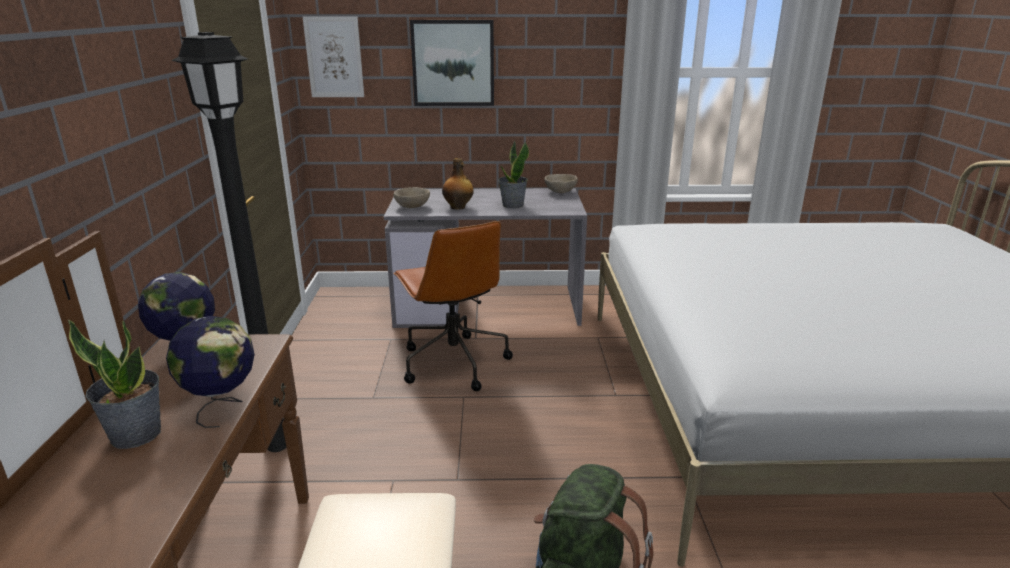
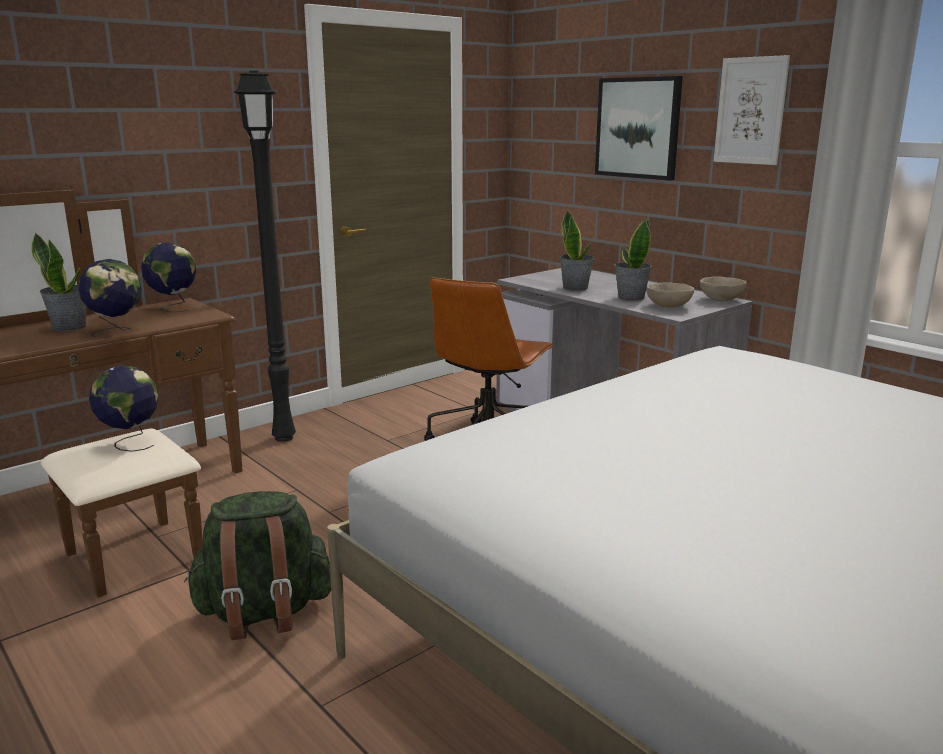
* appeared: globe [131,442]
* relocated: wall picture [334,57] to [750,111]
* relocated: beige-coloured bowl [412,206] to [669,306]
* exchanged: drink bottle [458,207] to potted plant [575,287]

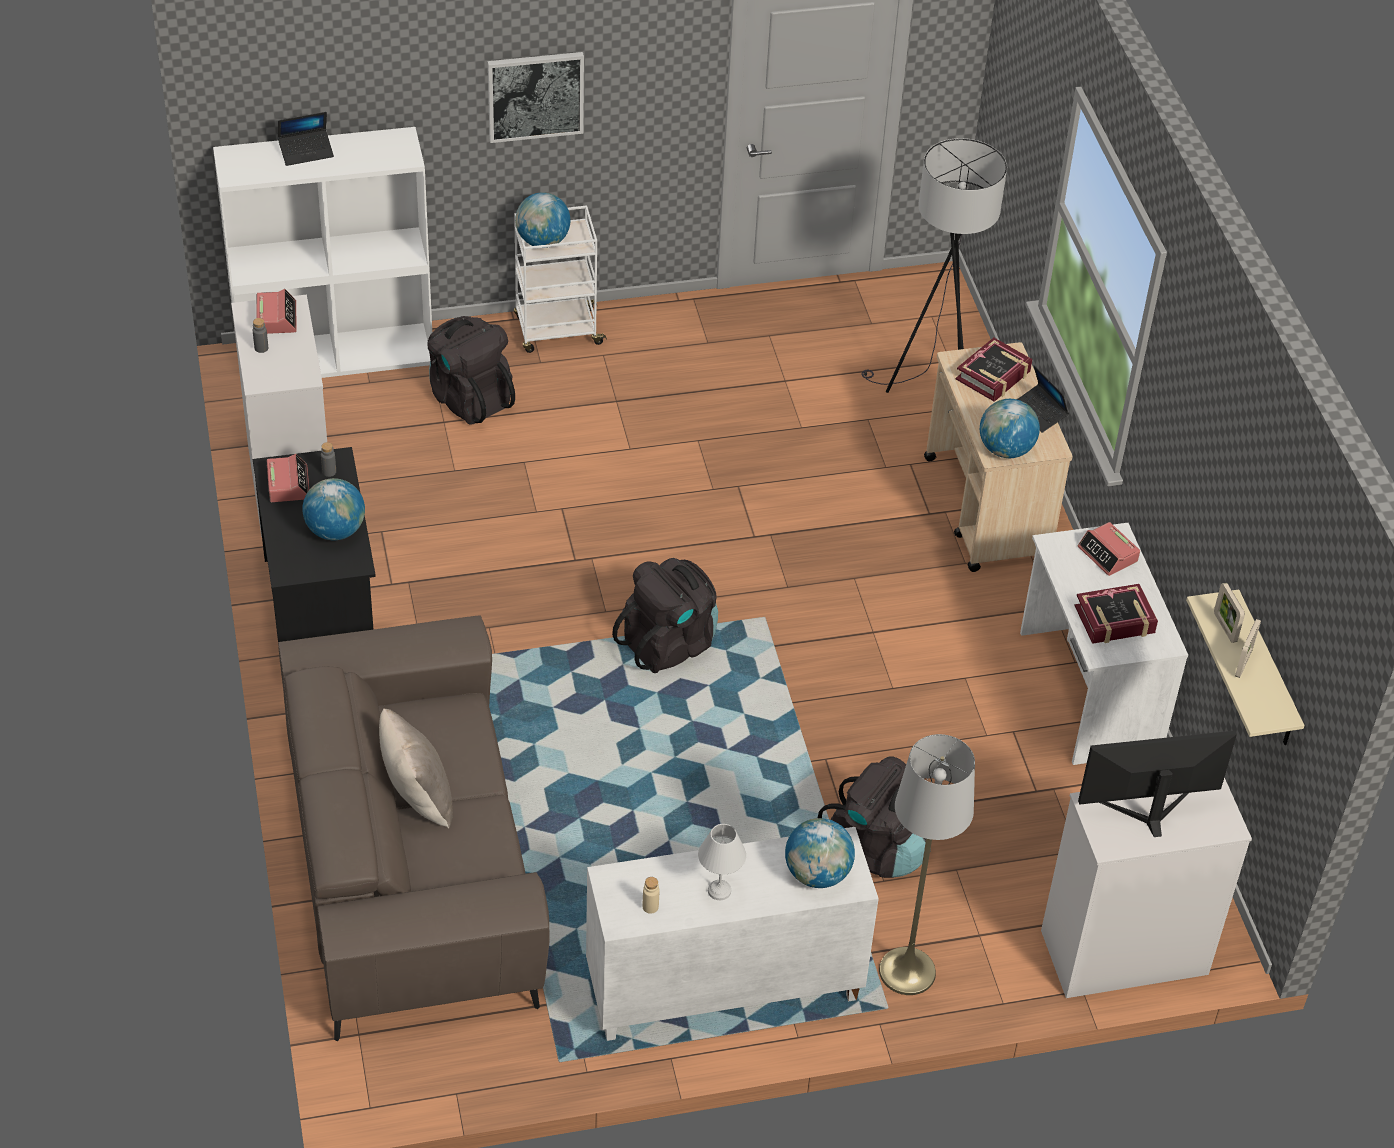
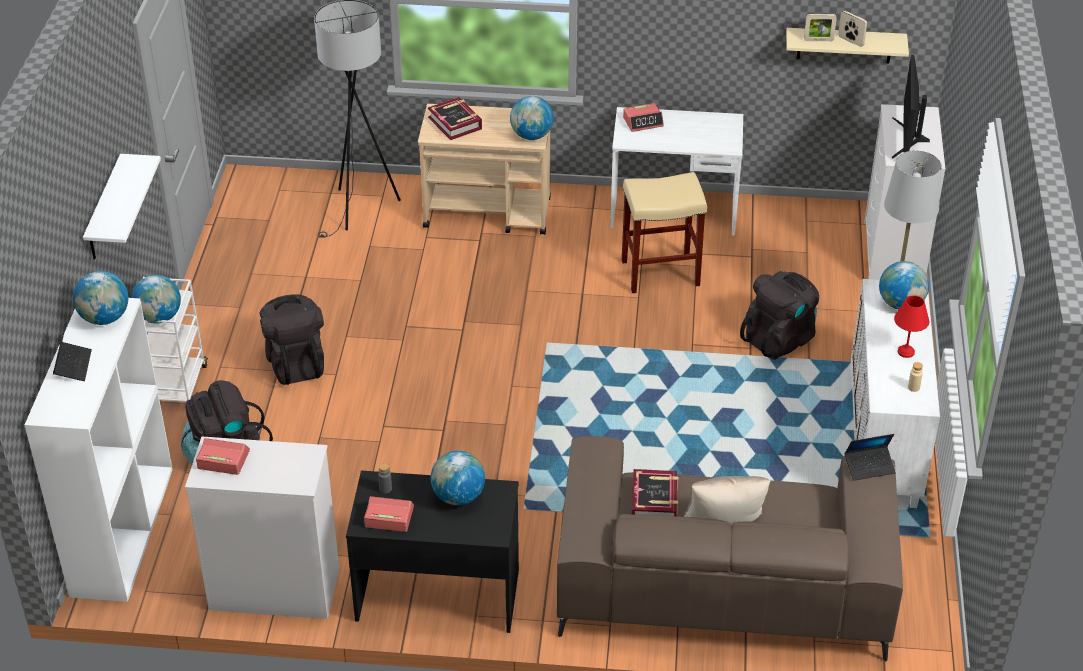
* missing: grey drink bottle [261,348]
* appeared: globe [105,318]
* appeared: beige-coloured stool [659,273]
* relocated: blackish backpack [669,643] to [296,363]
* relocated: portable computer [1040,412] to [869,467]
* relocated: bound book [1114,620] to [655,500]
* exchanged: wall picture [535,95] to white wall shelf [105,210]
* colour: white tabletop lamp [718,891] to red-coloured tabletop lamp [906,352]

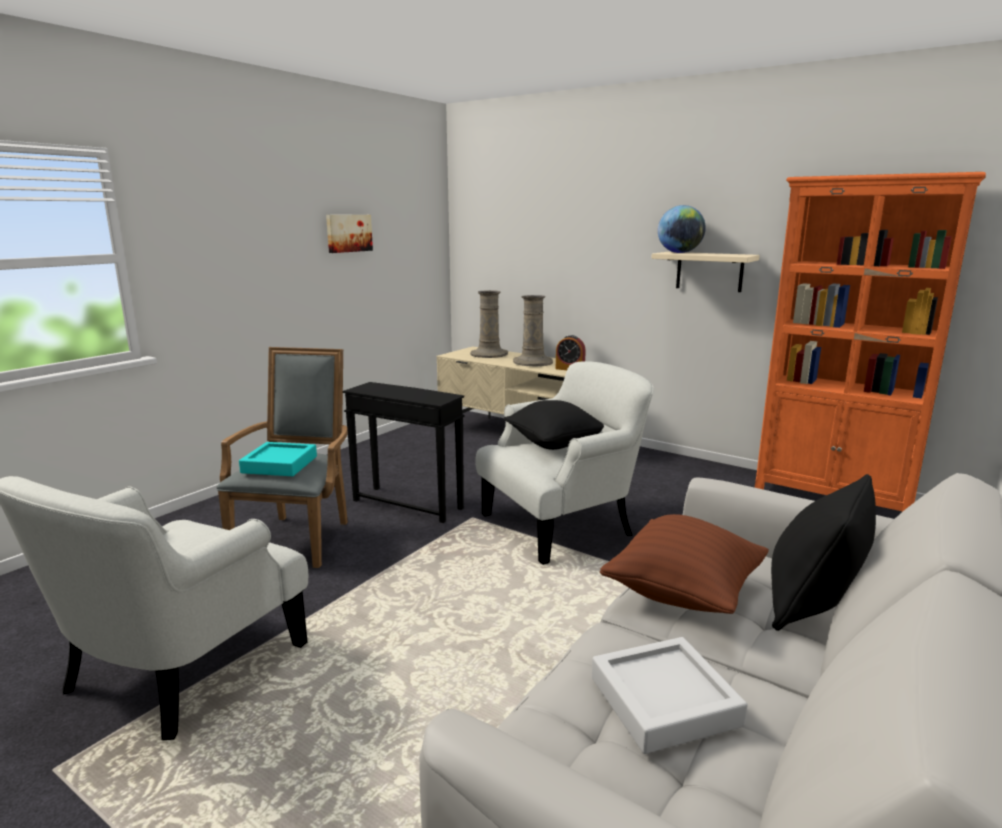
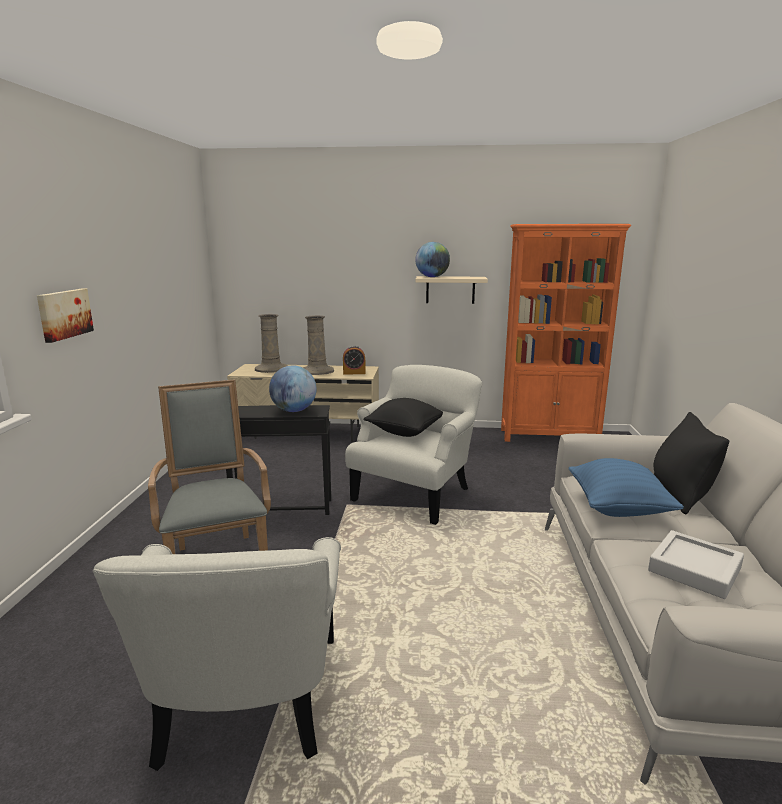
* missing: blue-green tray [279,464]
* appeared: globe [294,411]
* relocated: wall picture [348,233] to [64,314]
* colour: brownish pillow [683,593] to blue-coloured pillow [618,508]

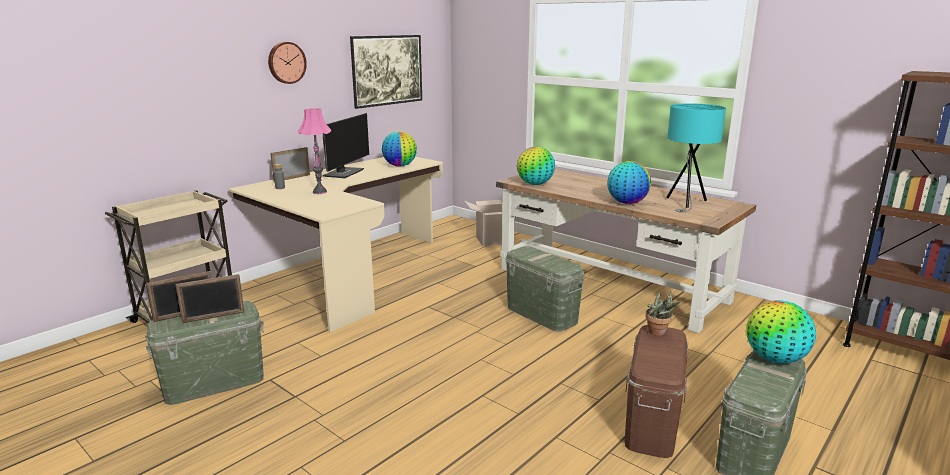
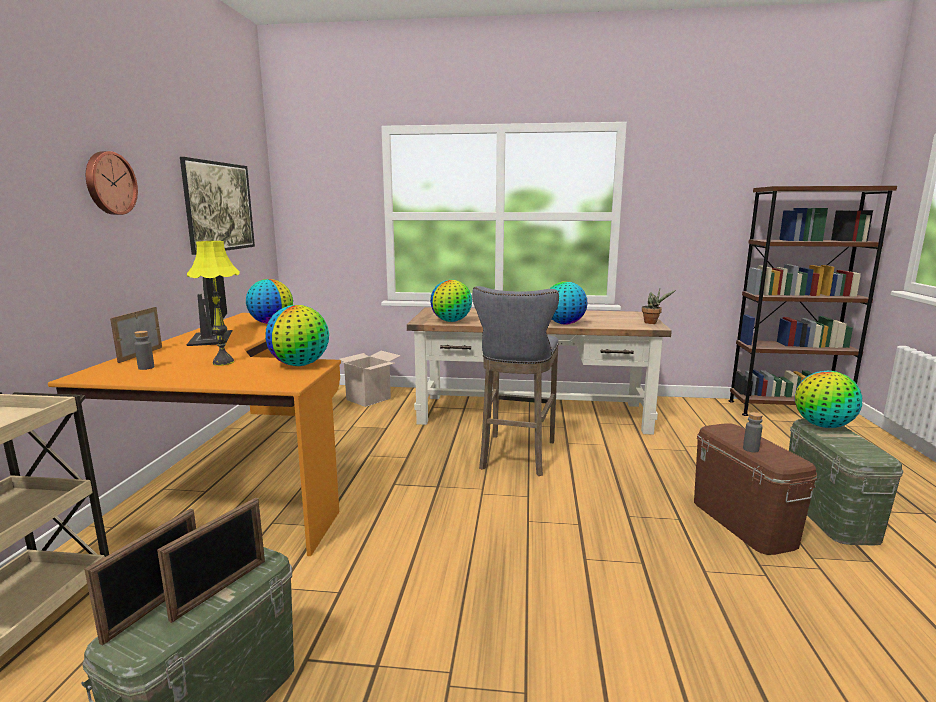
* missing: blue-green tabletop lamp [685,203]
* appeared: globe [300,365]
* appeared: grey drink bottle [750,449]
* relocated: potted plant [659,333] to [652,323]
* exchanged: green storage box [541,314] to grey stool [516,456]
* colour: beige-coloured desk unit [349,273] to orangey desk unit [239,475]
* colour: pinkish tabletop lamp [320,192] to yellow-coloured tabletop lamp [223,362]

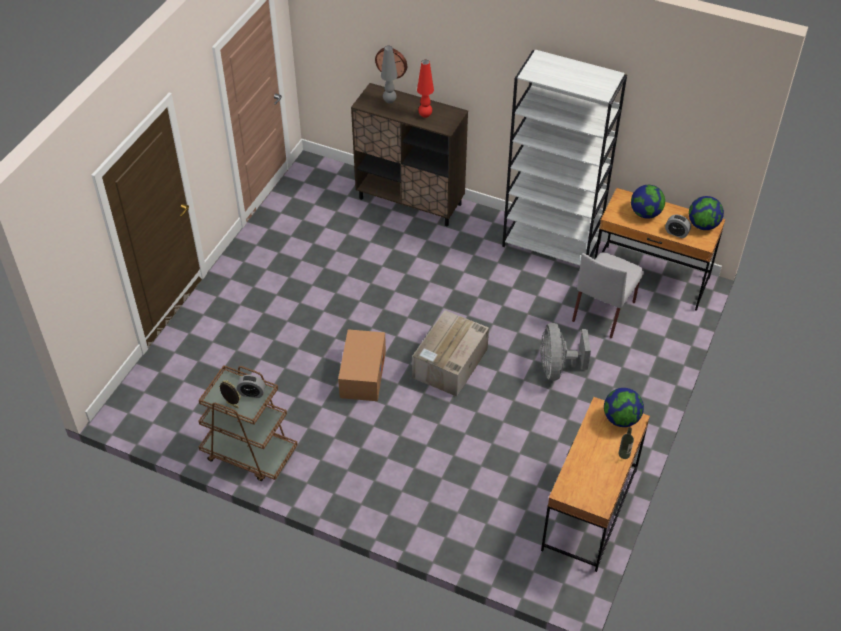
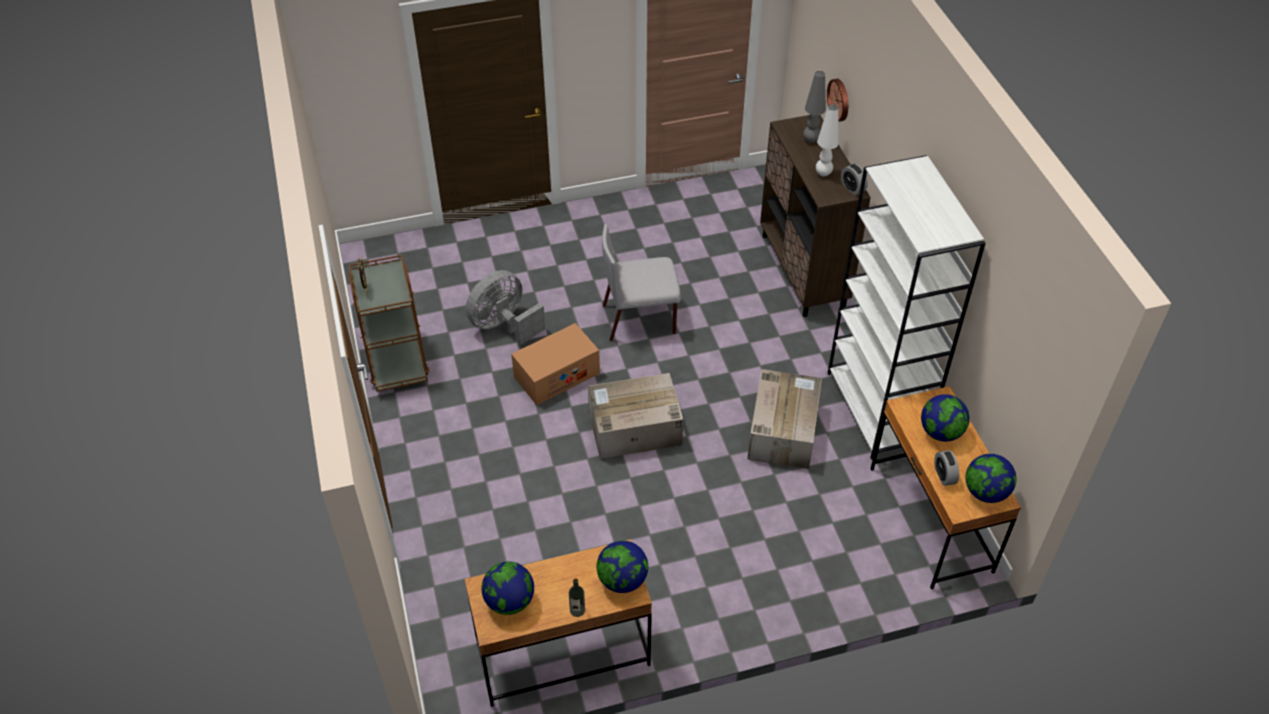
* appeared: globe [510,601]
* appeared: cardboard box [782,430]
* relocated: alarm clock [252,393] to [852,188]
* relocated: grey fan [557,368] to [504,325]
* relocated: grey plain chair [604,310] to [640,319]
* colour: red-coloured tabletop lamp [425,115] to white tabletop lamp [823,173]

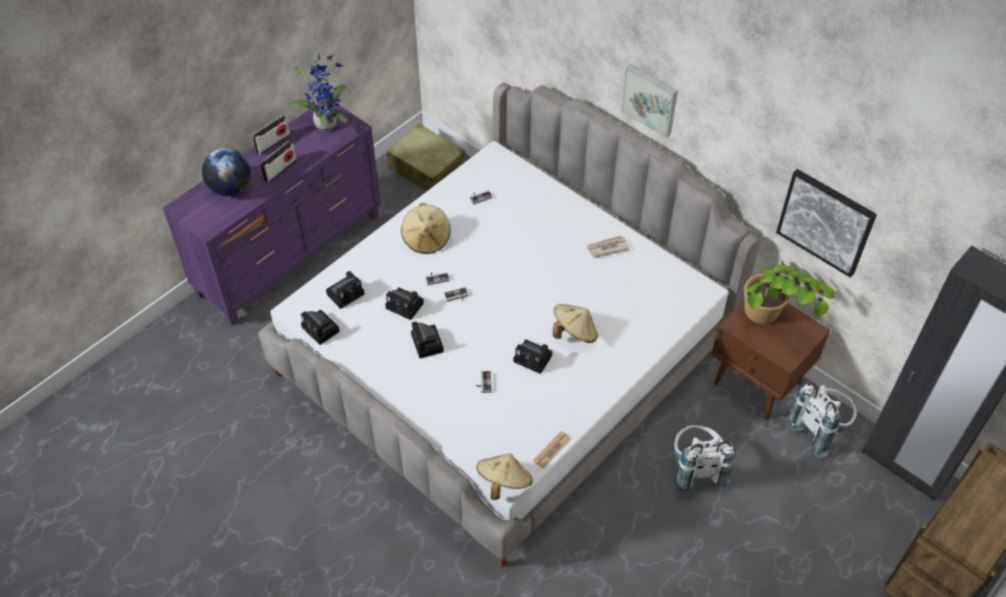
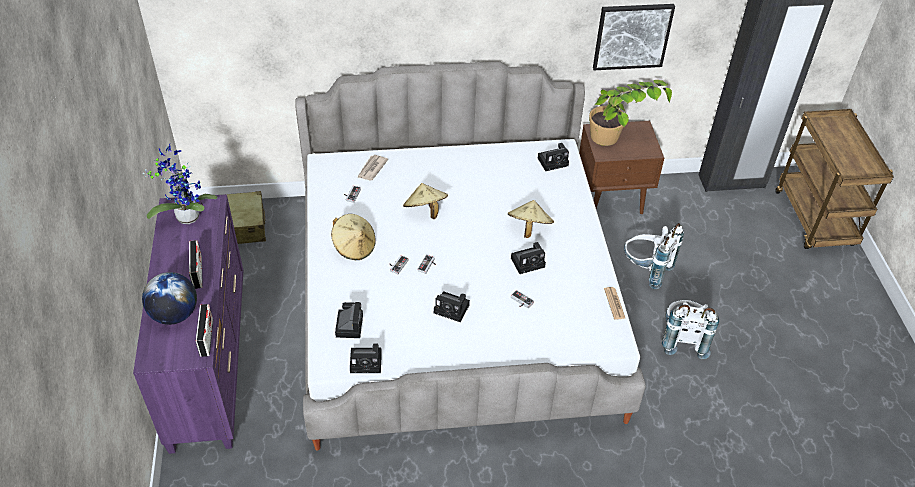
* missing: wall picture [650,99]
* relocated: radio set [273,143] to [206,338]
* relocated: still camera [406,306] to [554,161]
* relocated: beige-coloured clothing hat [503,482] to [425,210]
* relocated: newspaper [607,248] to [371,169]
* relocated: white backpack [819,429] to [682,339]

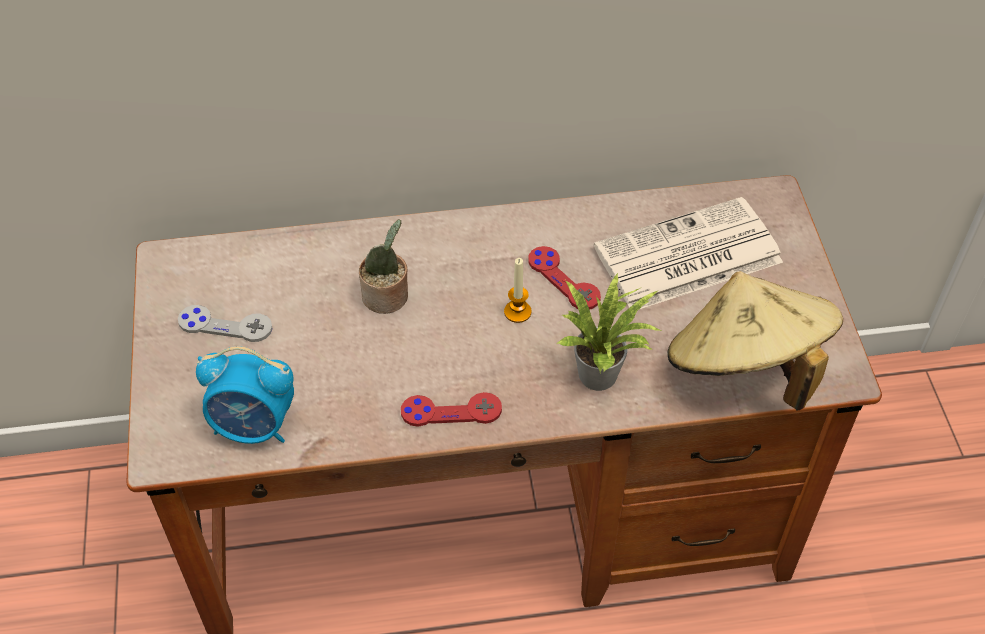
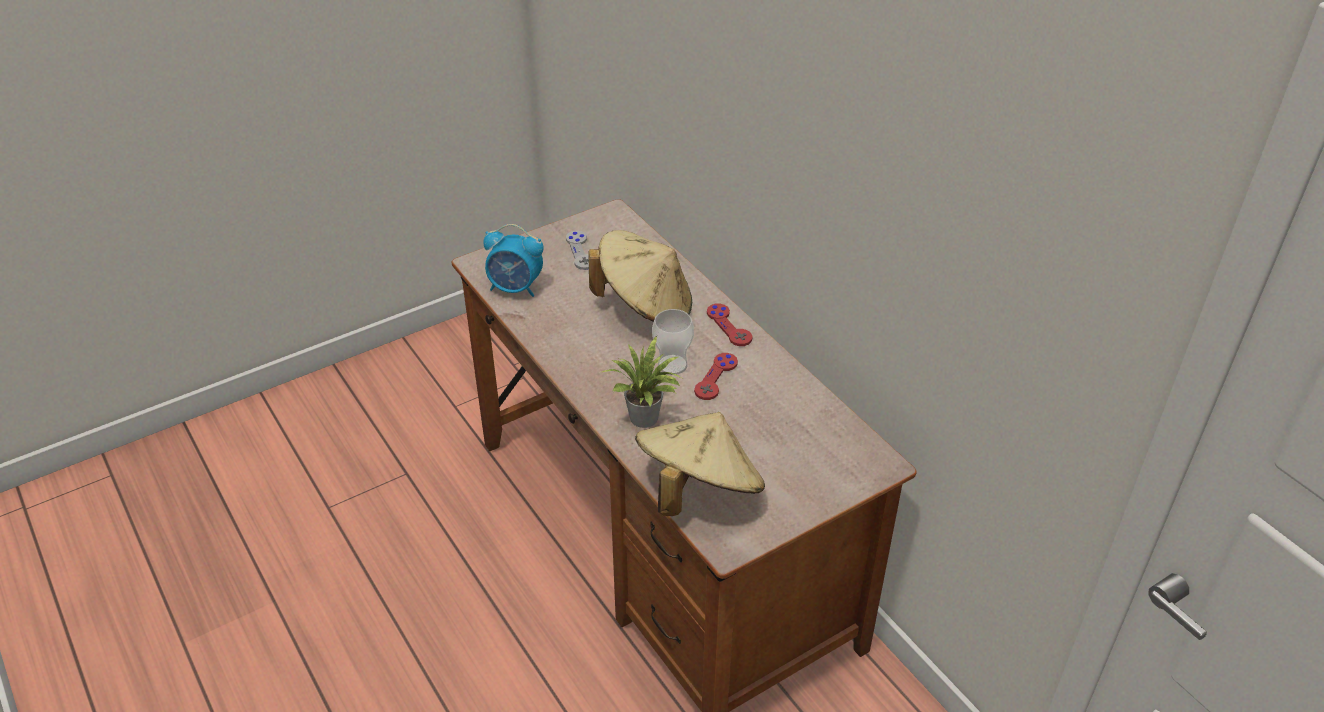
* missing: newspaper [686,257]
* relocated: red-coloured gamepad [451,411] to [729,326]
* exchanged: potted plant [387,297] to beige-coloured clothing hat [645,306]
* exchanged: wax light [517,312] to small cup [672,365]
* spun: alarm clock [254,426] = [515,288] 60 degrees counterclockwise

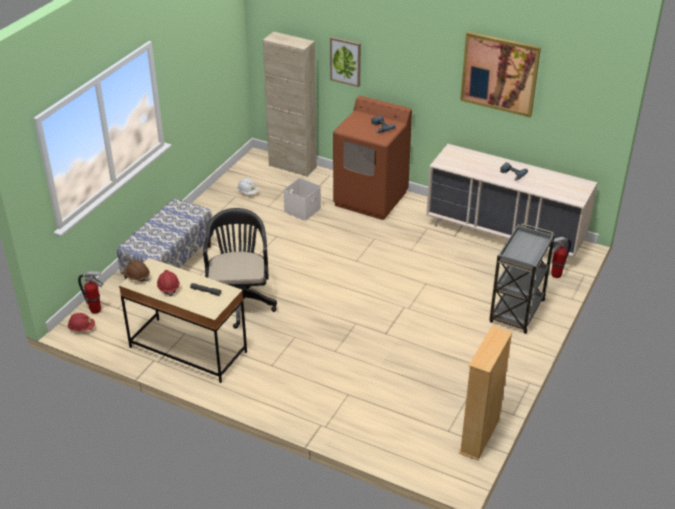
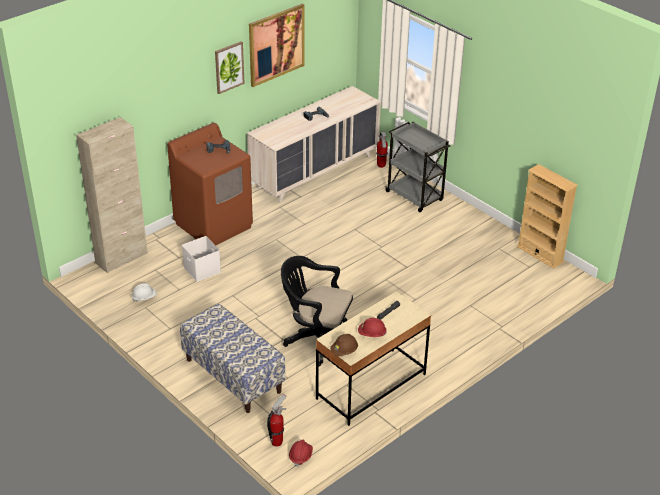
* relocated: wall picture [345,61] to [229,67]

